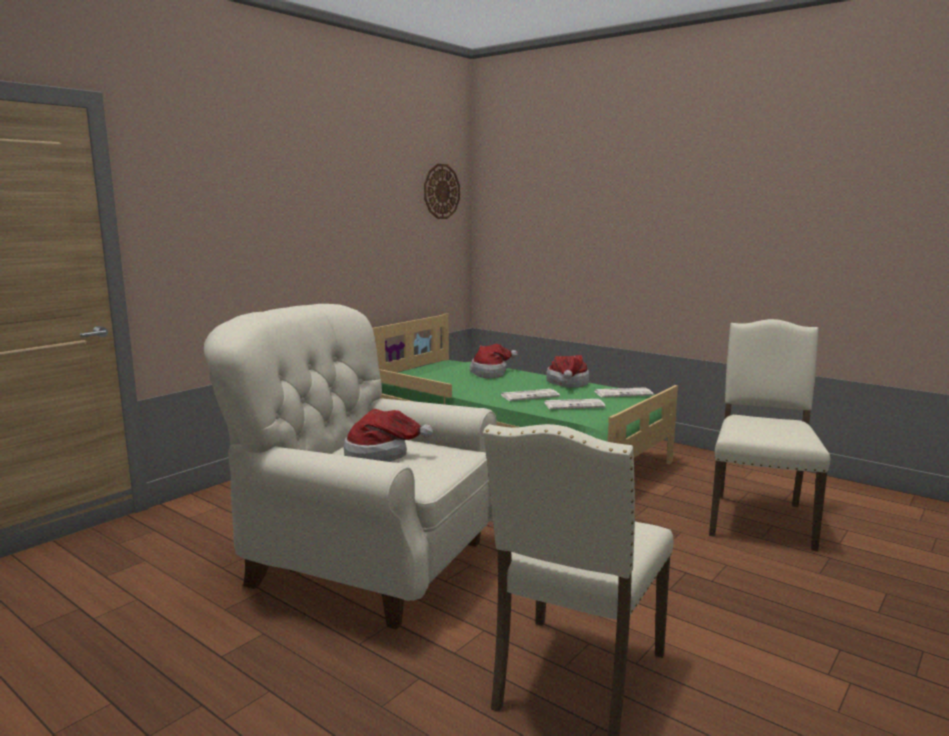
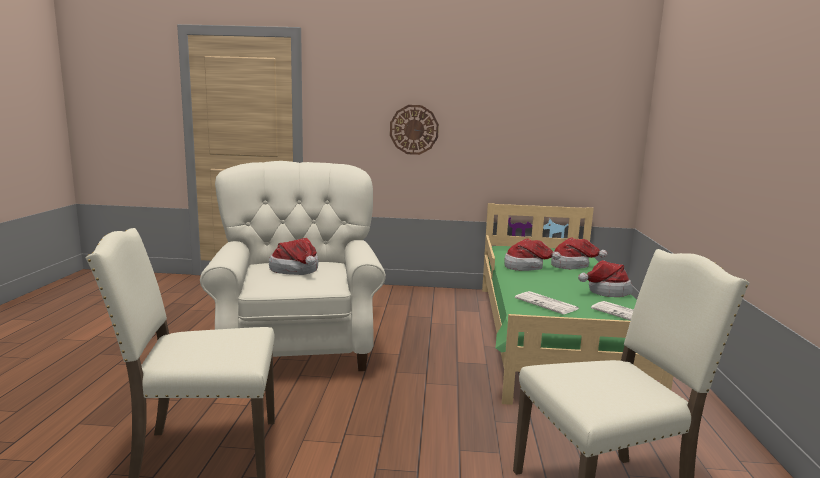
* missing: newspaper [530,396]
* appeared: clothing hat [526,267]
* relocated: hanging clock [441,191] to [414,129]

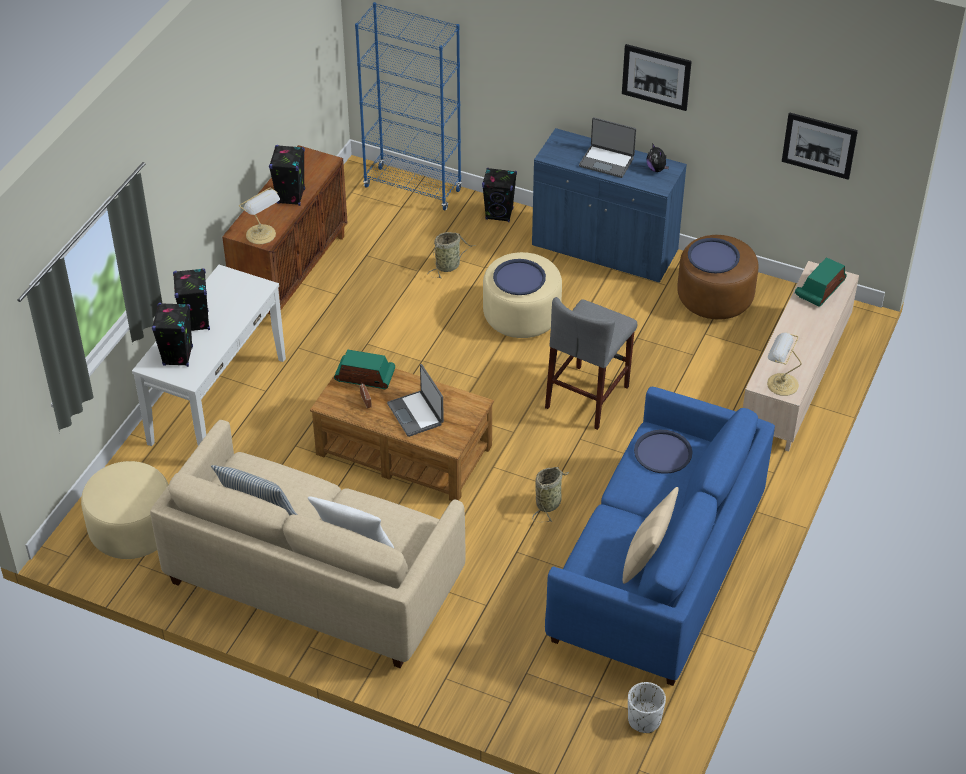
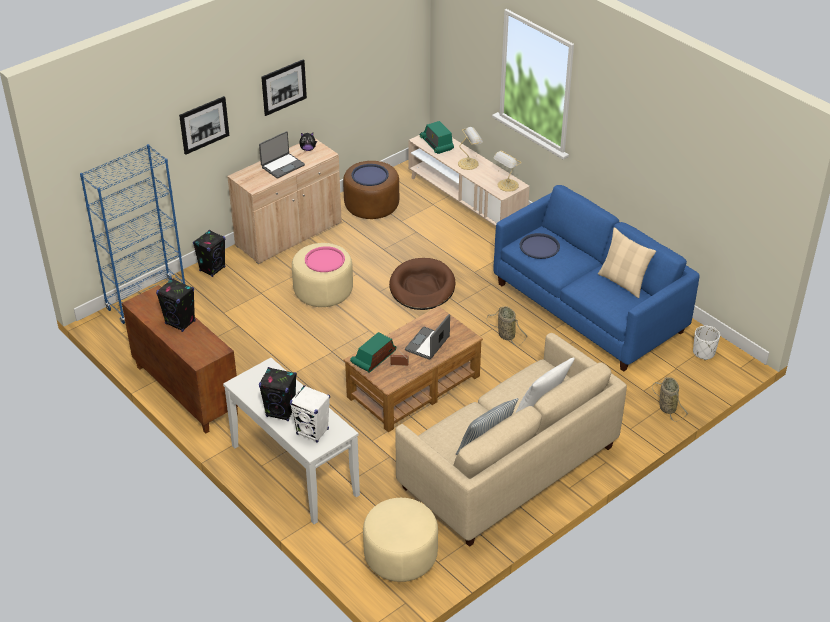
* relocated: tabletop lamp [262,235] to [469,163]
* relocated: household basket [449,265] to [666,407]
* relocated: wall picture [819,145] to [204,125]
* exchanged: grey stool [587,397] to brownish dog bed [422,287]
* colour: blackish audio speaker [178,356] to white audio speaker [312,432]
* colour: blue-coloured tray [519,278] to pinkish tray [324,260]
* colour: blue-coloured cupboard [604,249] to beige-coloured cupboard [289,235]
* spun: portable computer [416,414] = [428,344] 120 degrees clockwise

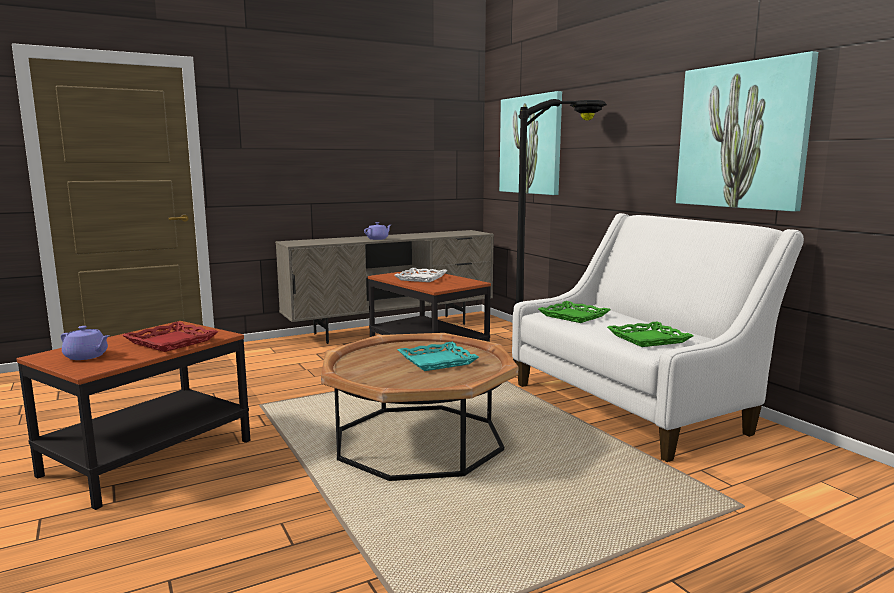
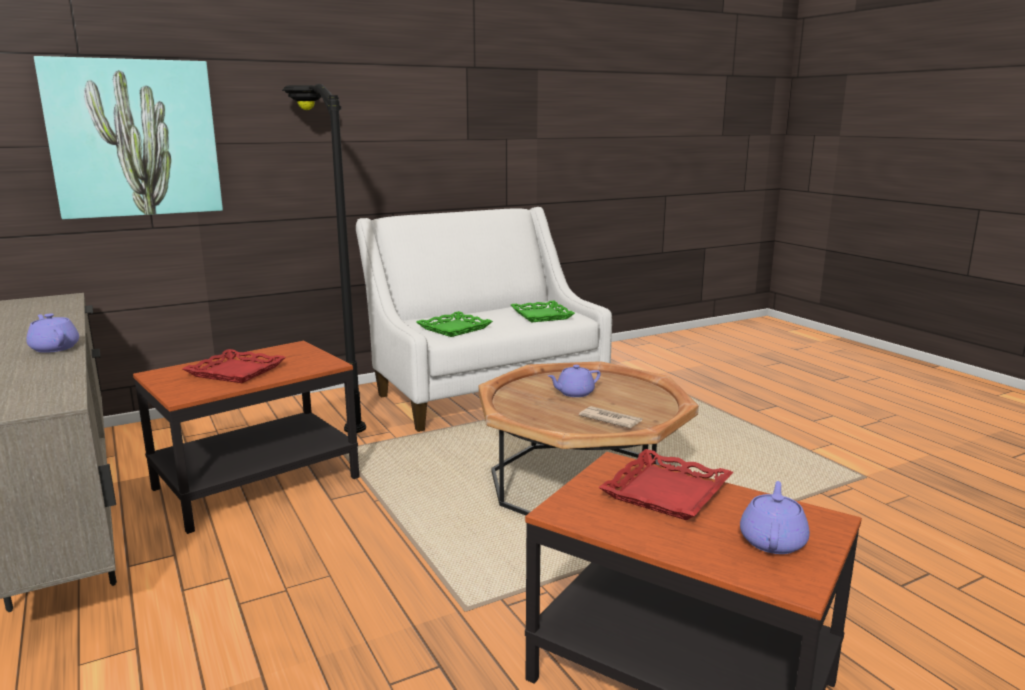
* missing: wall picture [742,136]
* appeared: newspaper [610,419]
* exchanged: blue-green tray [437,361] to purple pot for tea [574,393]
* colour: white tray [421,278] to red-coloured tray [236,371]

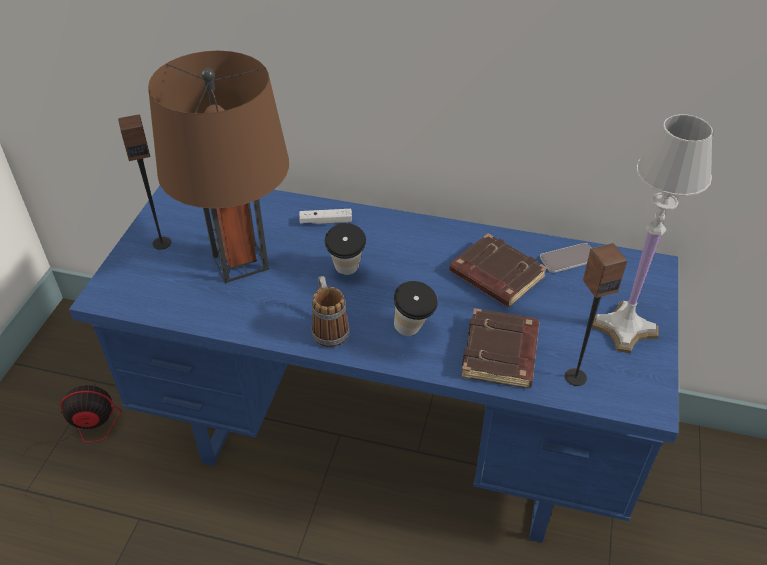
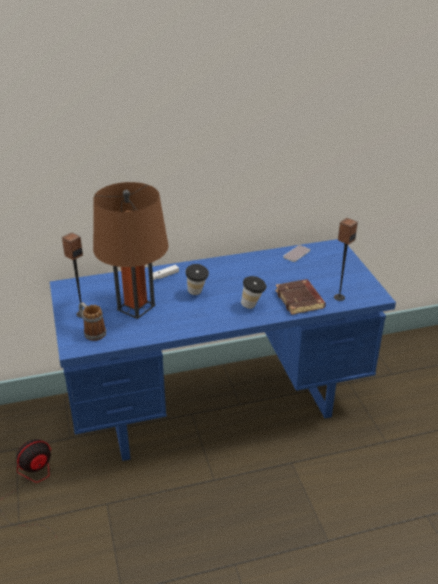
* missing: brownish bound book [495,275]
* missing: white tabletop lamp [623,328]
* relocated: mug [328,327] to [92,332]

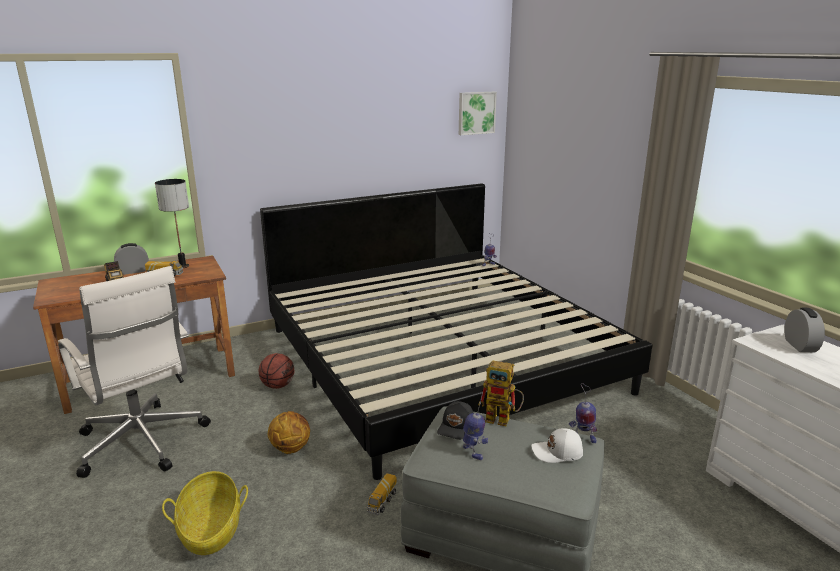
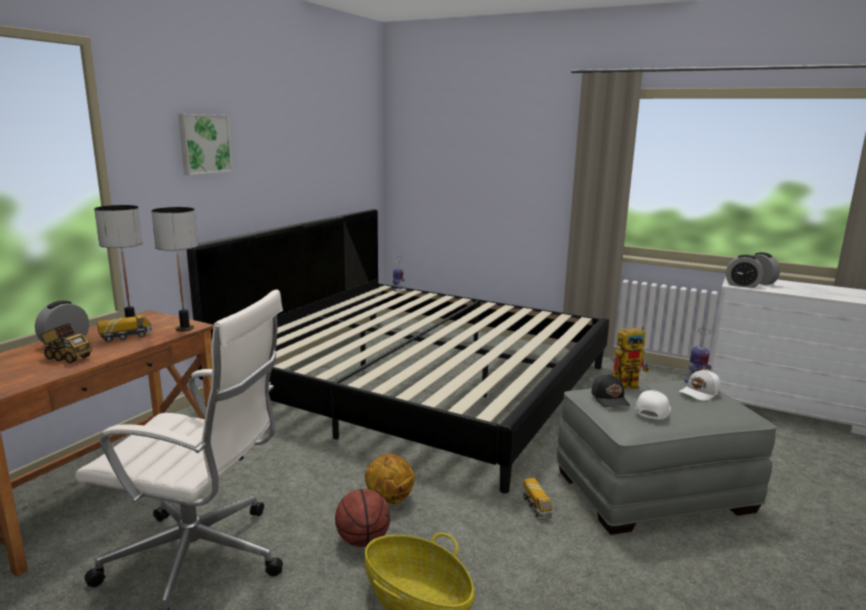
* appeared: tabletop lamp [185,328]
* appeared: alarm clock [742,285]
* relocated: basketball [278,385] to [363,540]
* relocated: wall picture [476,113] to [204,144]
* exchanged: model robot [473,452] to white baseball cap [652,410]

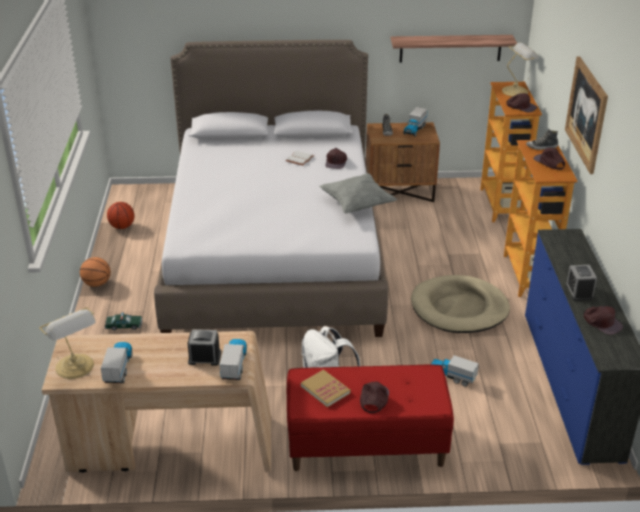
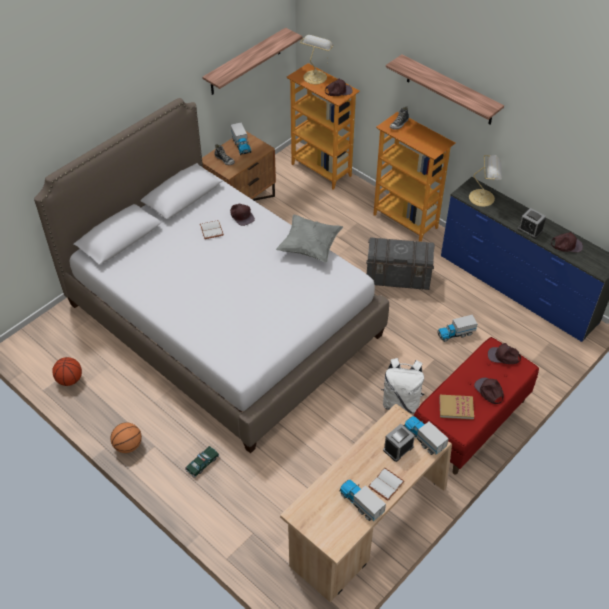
* appeared: white bound book [386,485]
* relocated: tabletop lamp [76,367] to [483,197]
* relocated: brownish baseball cap [549,162] to [503,356]
* exchanged: beige-coloured dog bed [459,308] to grey storage box [398,278]
* exchanged: wall picture [586,114] to wall shelf [449,90]

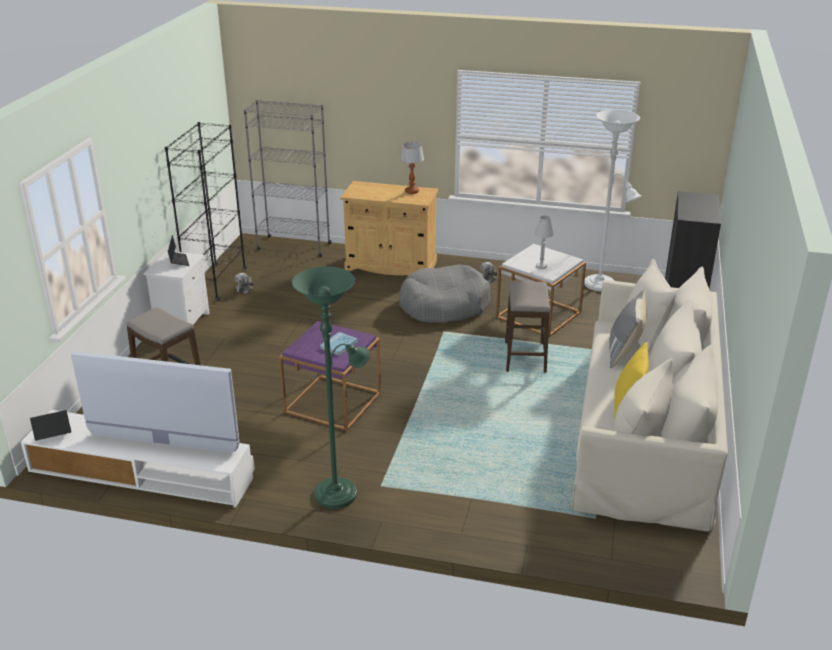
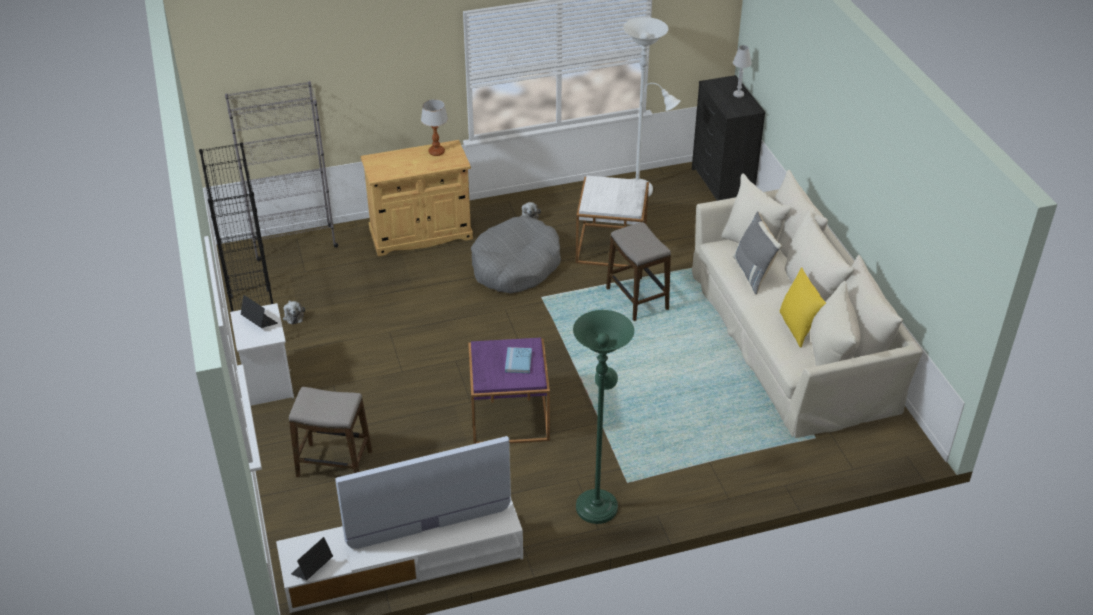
* relocated: white tabletop lamp [541,266] to [738,94]

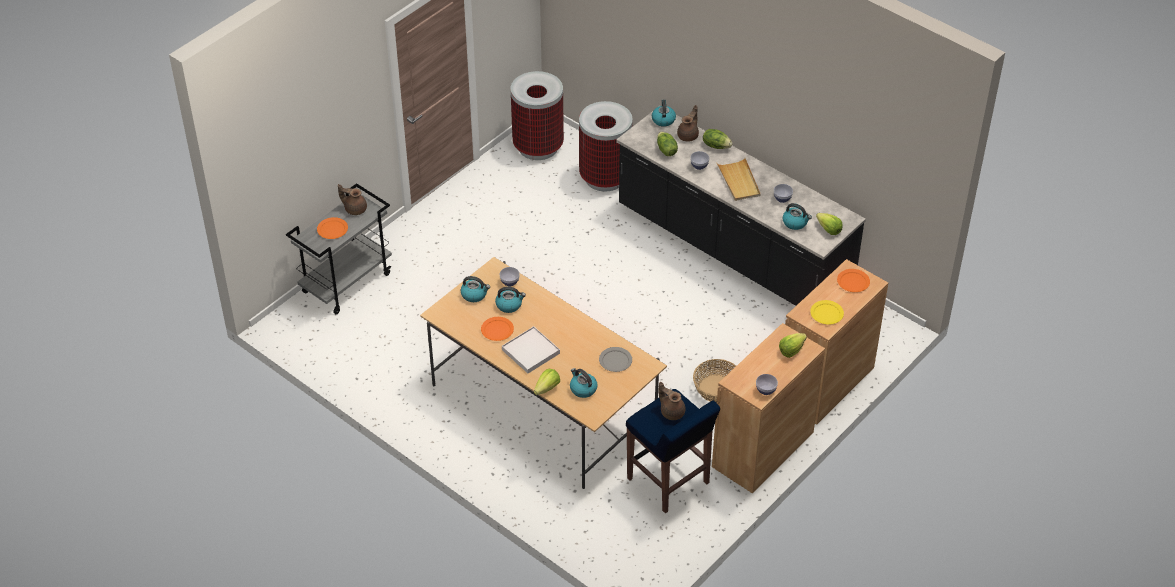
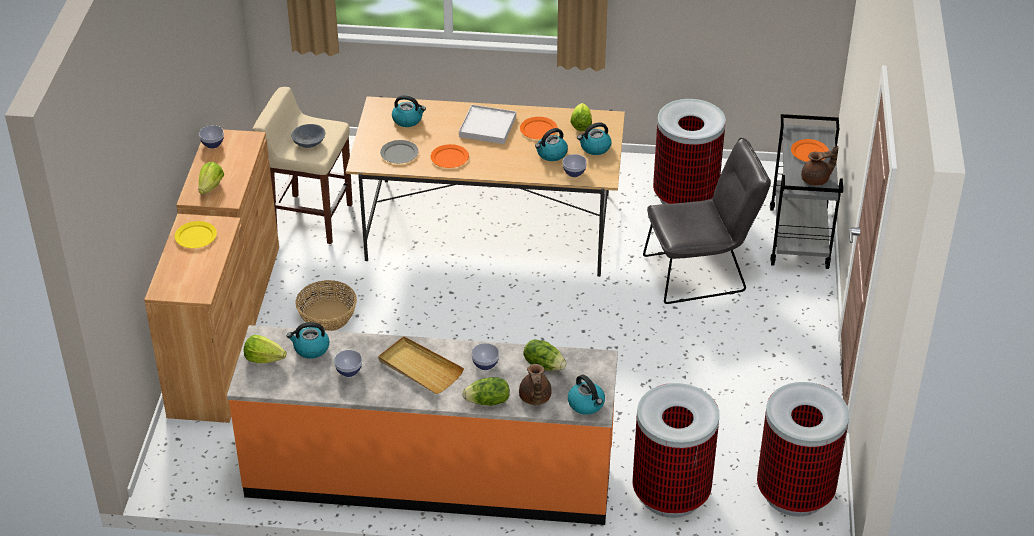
* appeared: grey plain chair [701,273]
* appeared: waste bin [684,197]
* relocated: lettuce [547,388] to [581,125]
* relocated: orangey plate [853,282] to [449,158]
* exchanged: brownish pot for tea [671,411] to grey bowl [309,143]
* colour: blackish kitchen base unit [732,251] to orangey kitchen base unit [429,475]
* colour: blue-coloured stool [669,482] to beige-coloured stool [310,218]

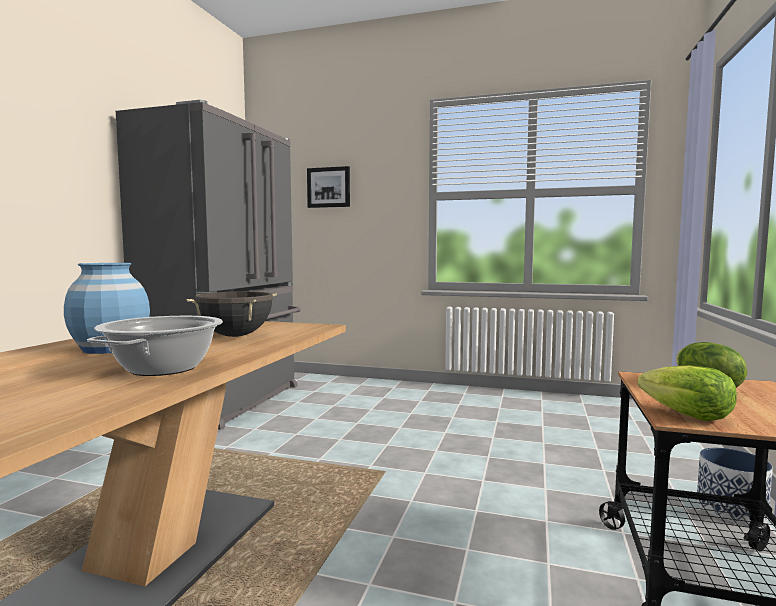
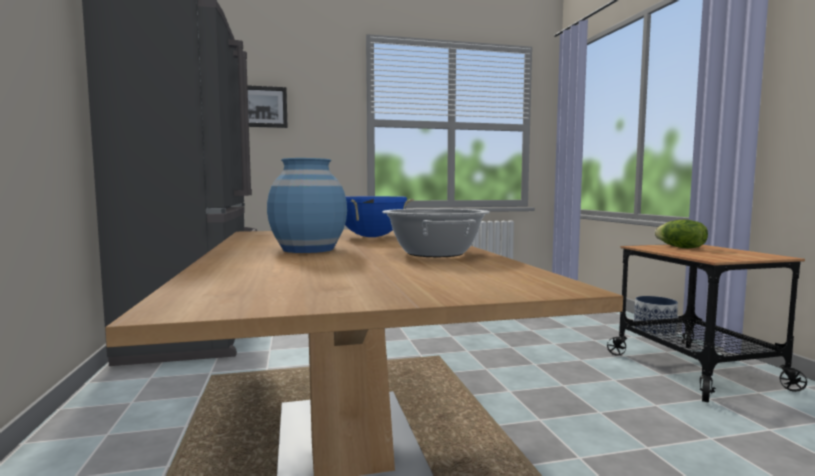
* missing: lettuce [687,415]
* colour: blackish cooking pot [236,336] to blue-coloured cooking pot [372,237]

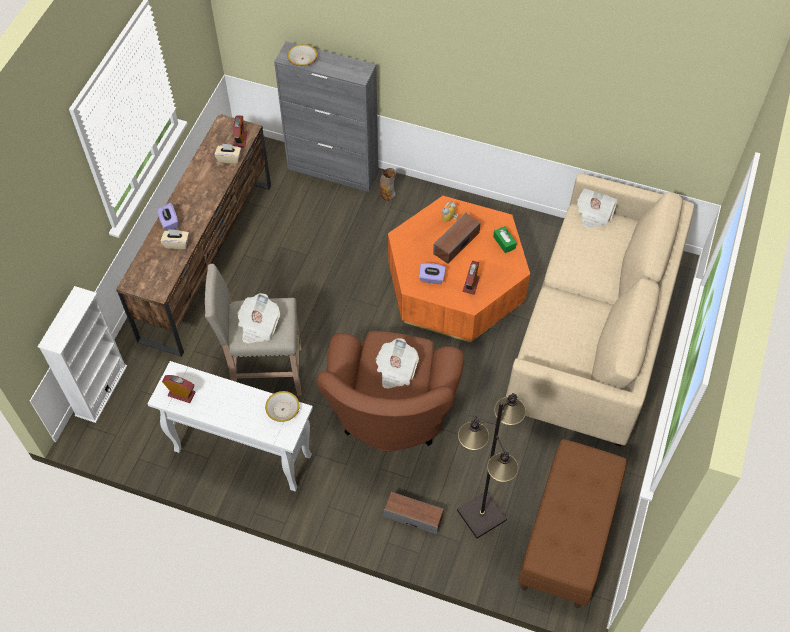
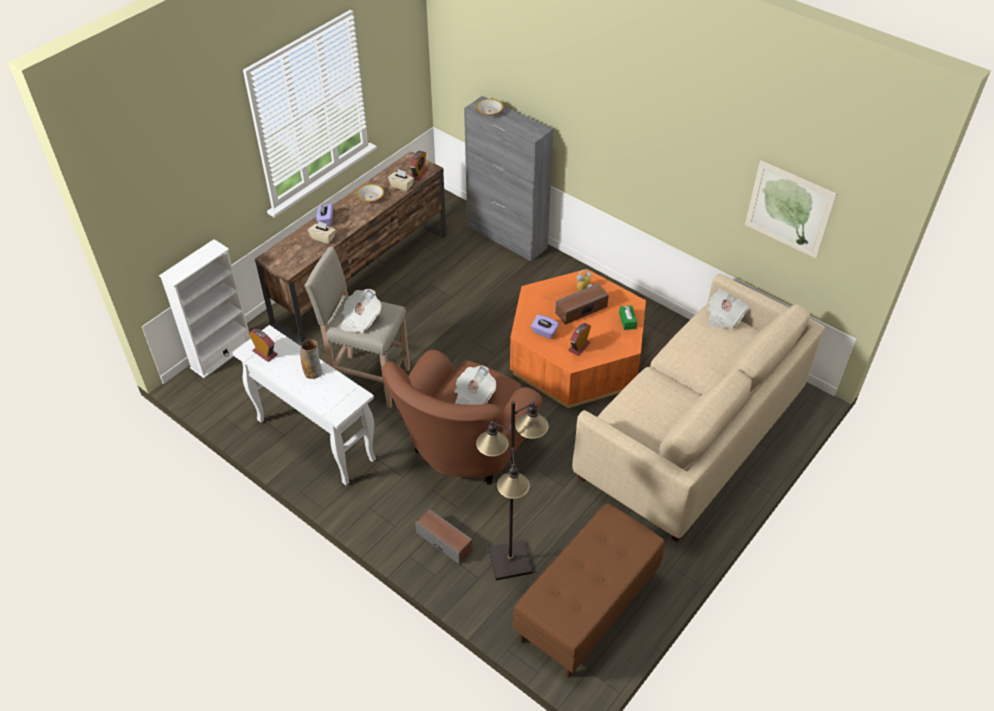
* appeared: wall picture [789,209]
* relocated: bowl [282,409] to [370,197]
* relocated: decorative vase [387,194] to [313,372]

